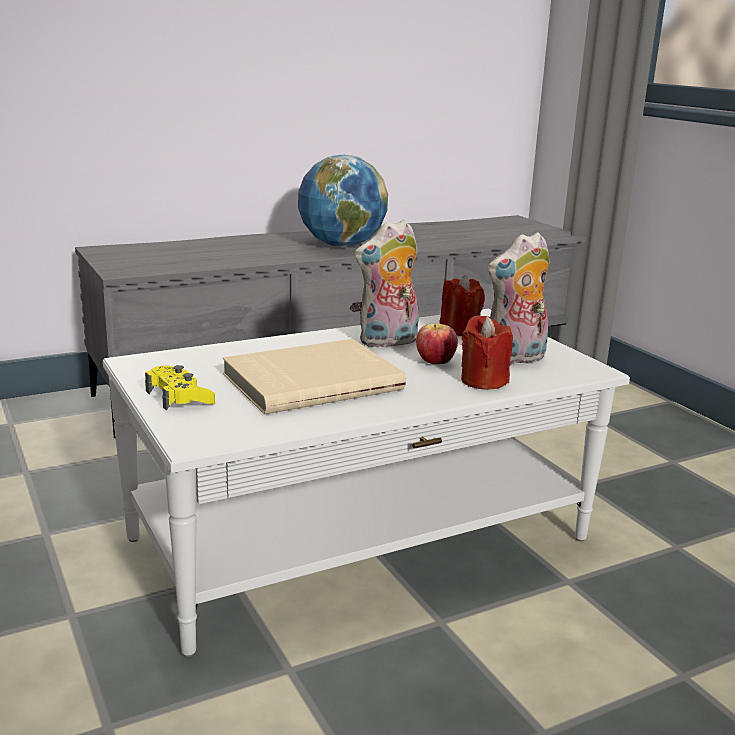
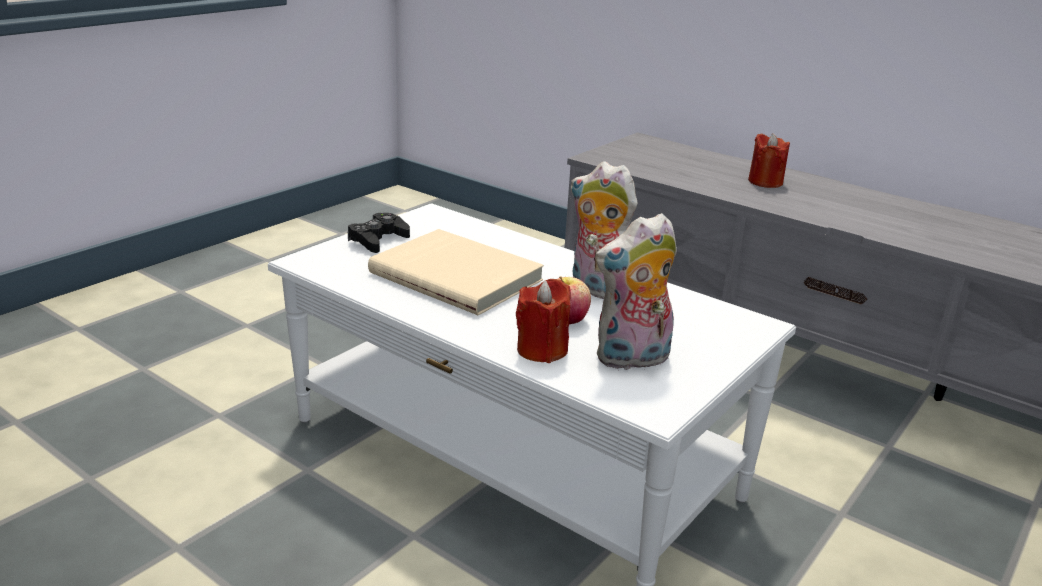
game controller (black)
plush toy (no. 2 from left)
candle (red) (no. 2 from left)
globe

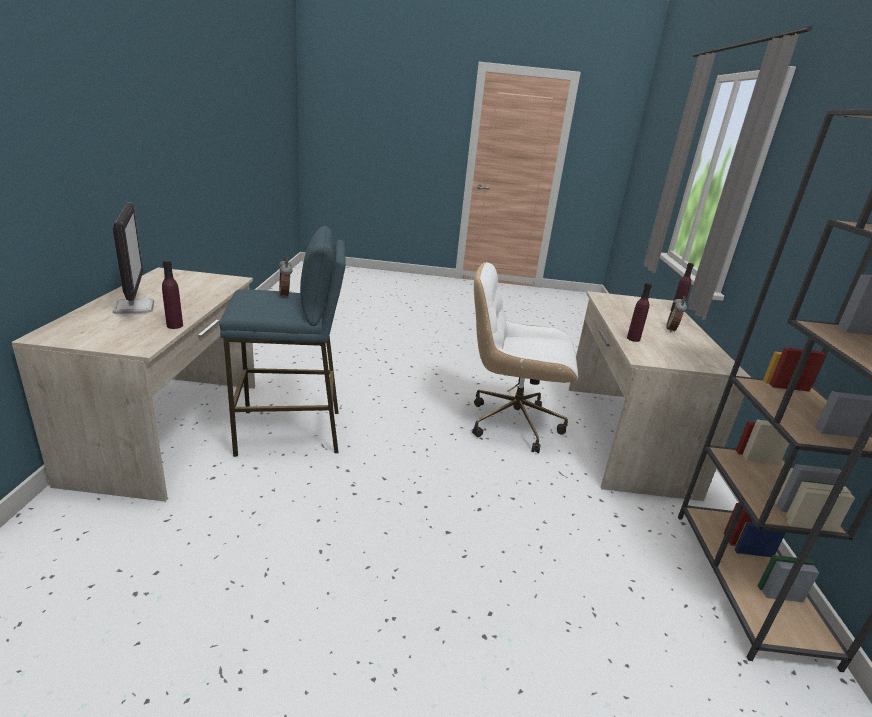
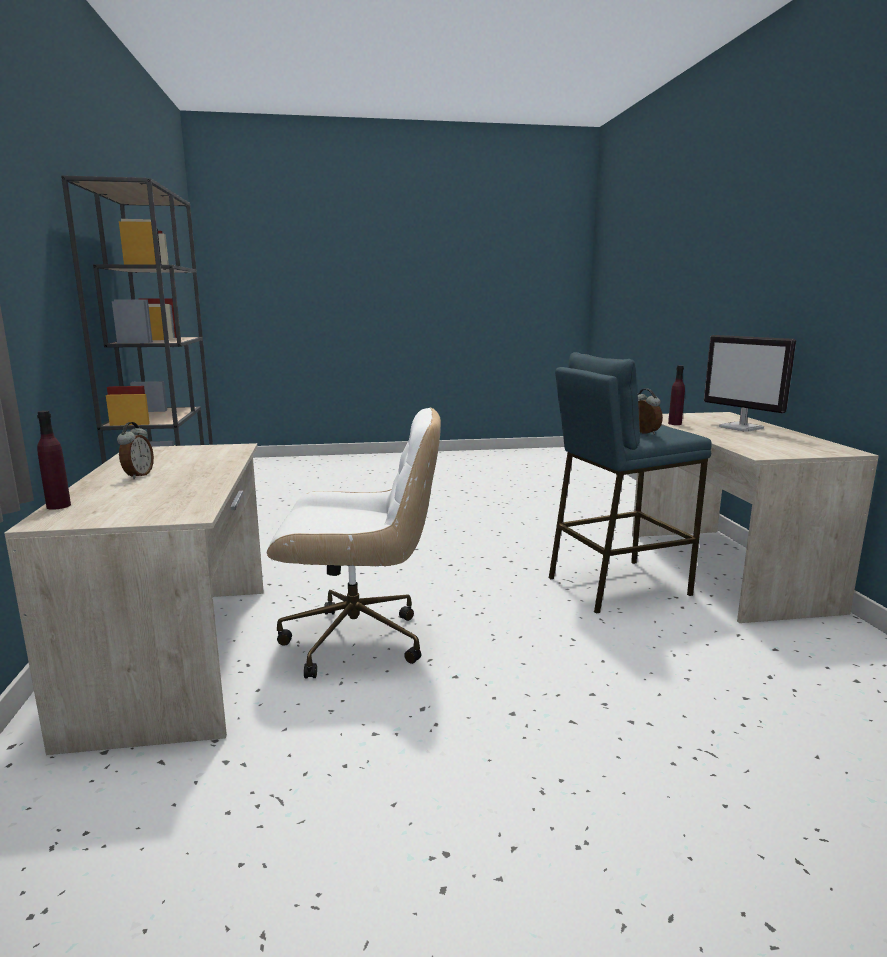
bottle (purple) (no. 2 from left in the first image)

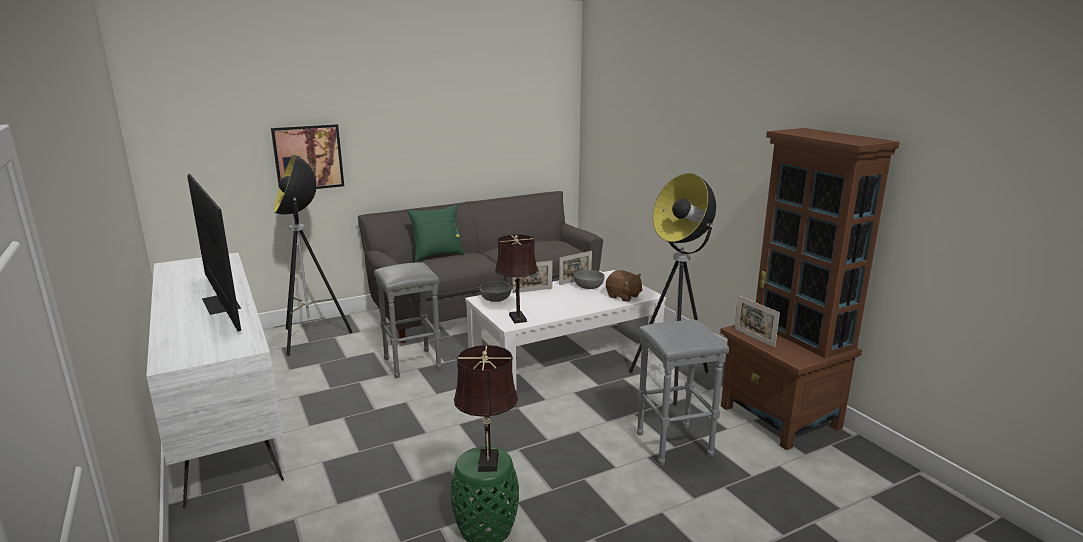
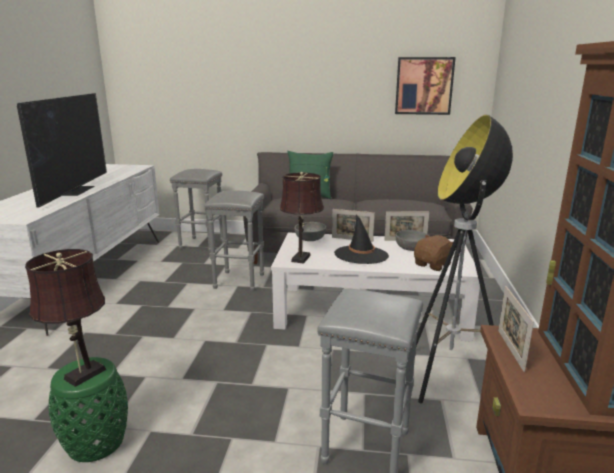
stool (grey) (no. 1 from left)
hat (black)
picture
plush toy (brown)

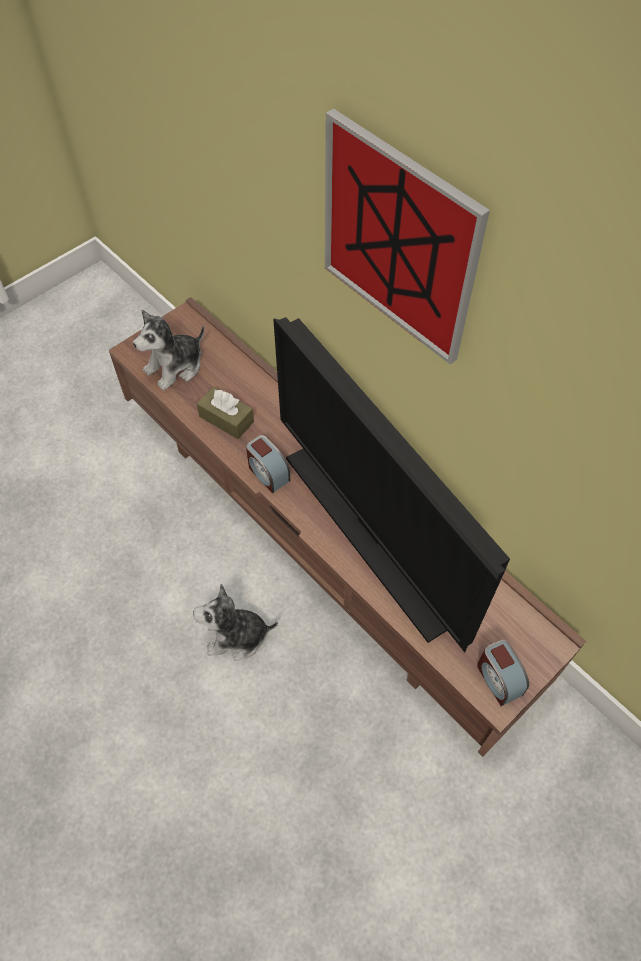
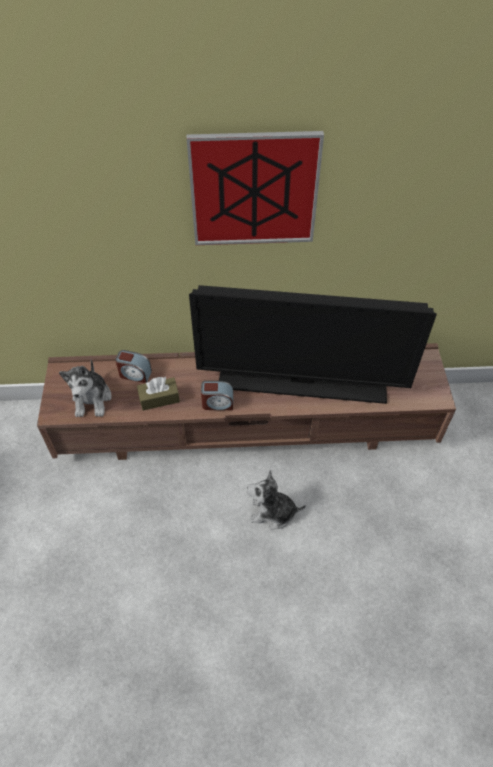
alarm clock (no. 1 from left)
plush toy (no. 2 from left)

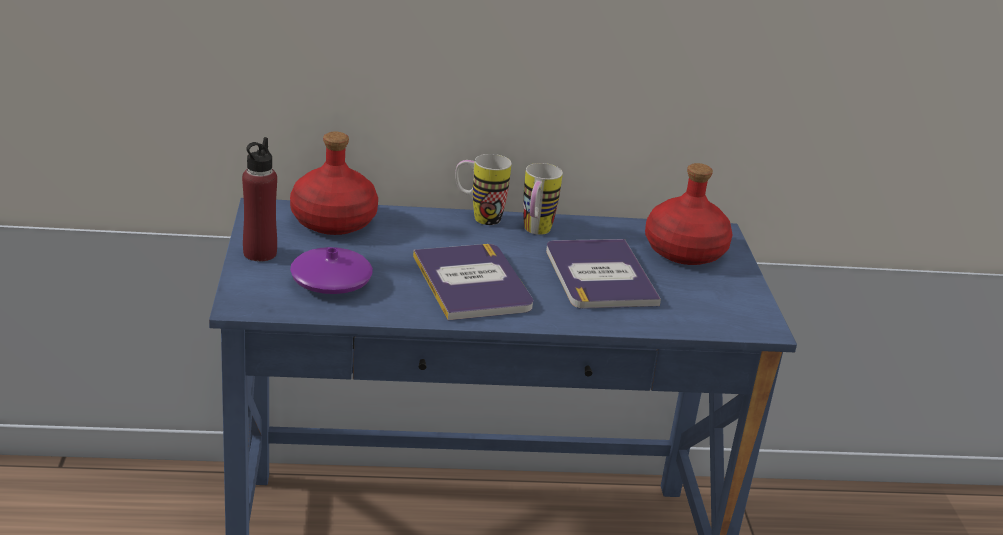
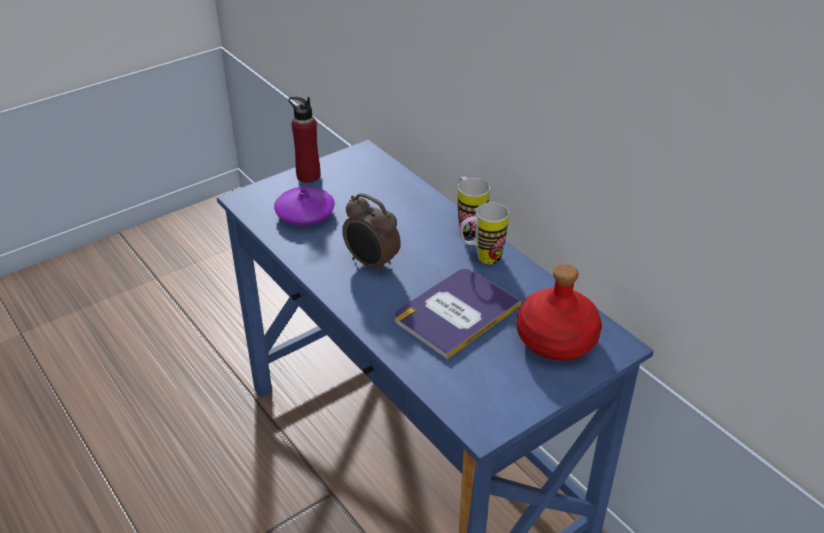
alarm clock
bottle (red) (no. 2 from left in the first image)

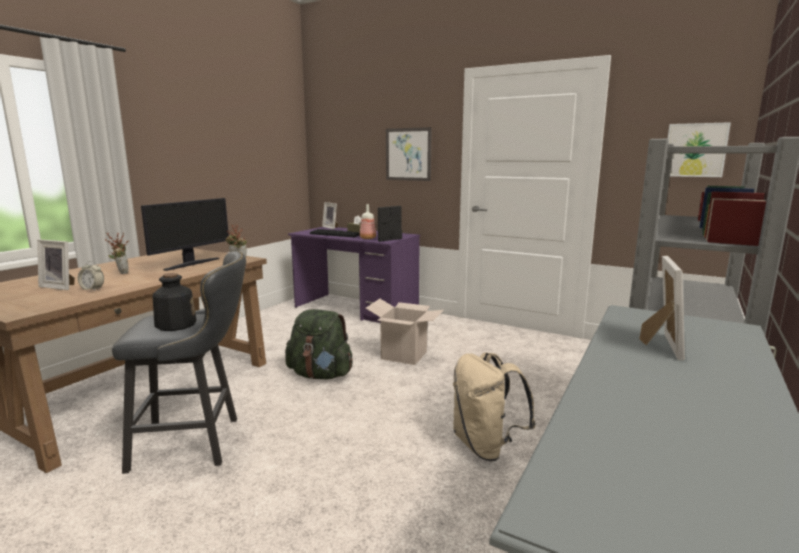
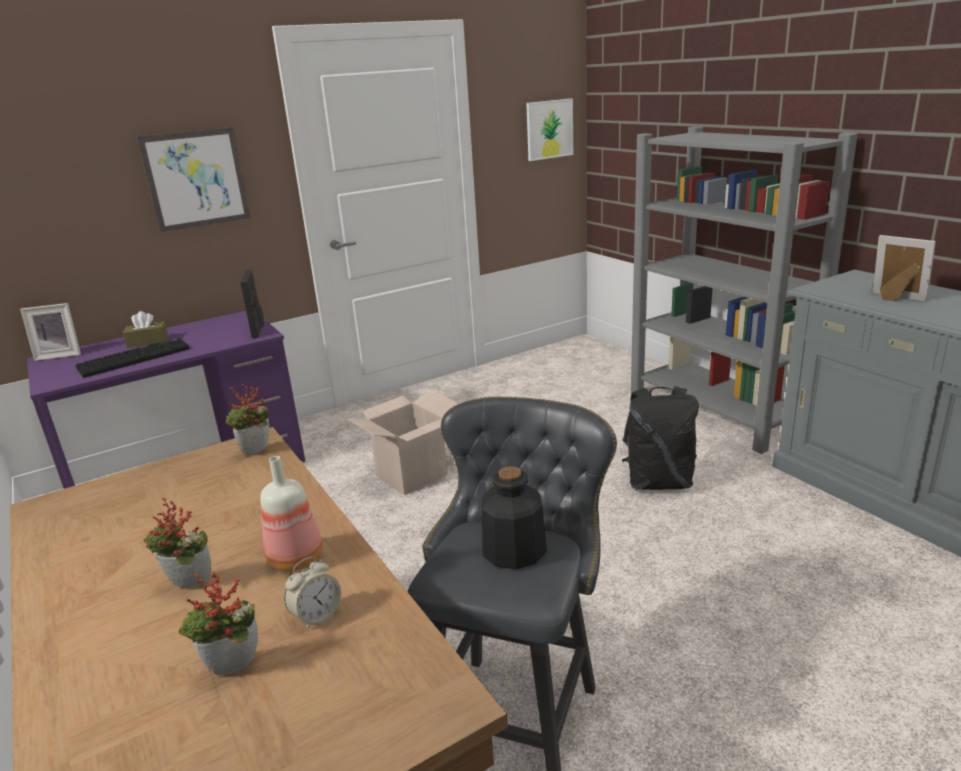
potted plant (no. 2 from left)
bottle (no. 1 from left)
backpack (black)
monitor
backpack (green)

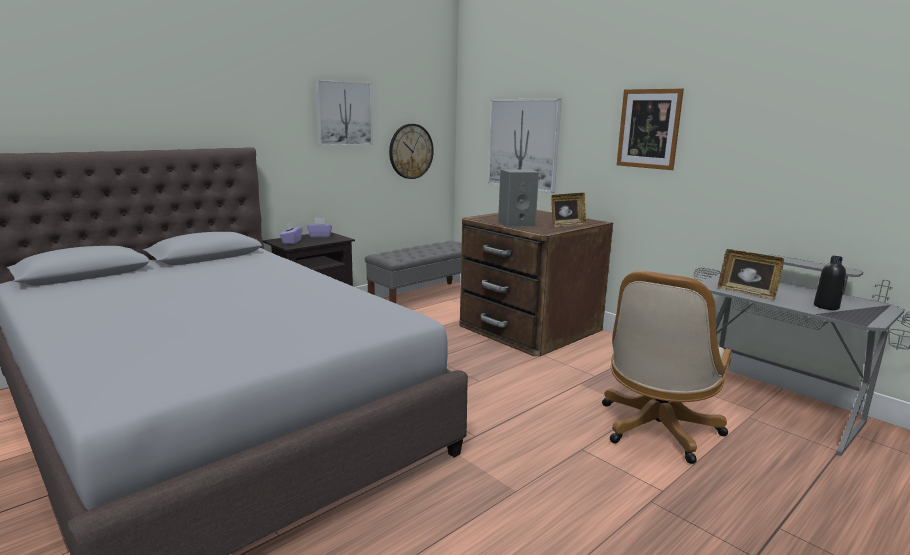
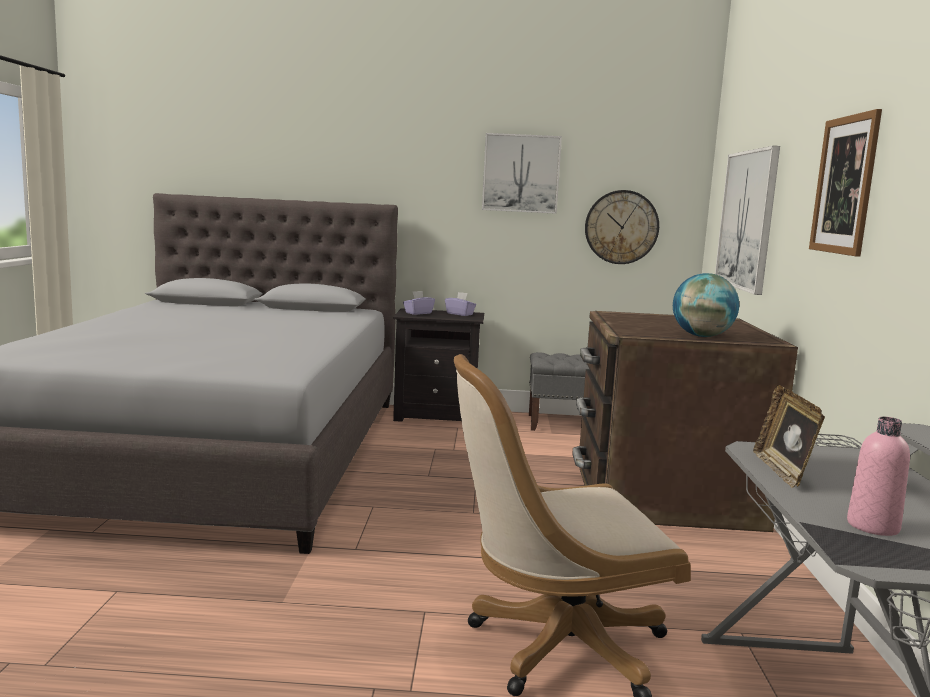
globe
bottle (pink)
speaker (grey)

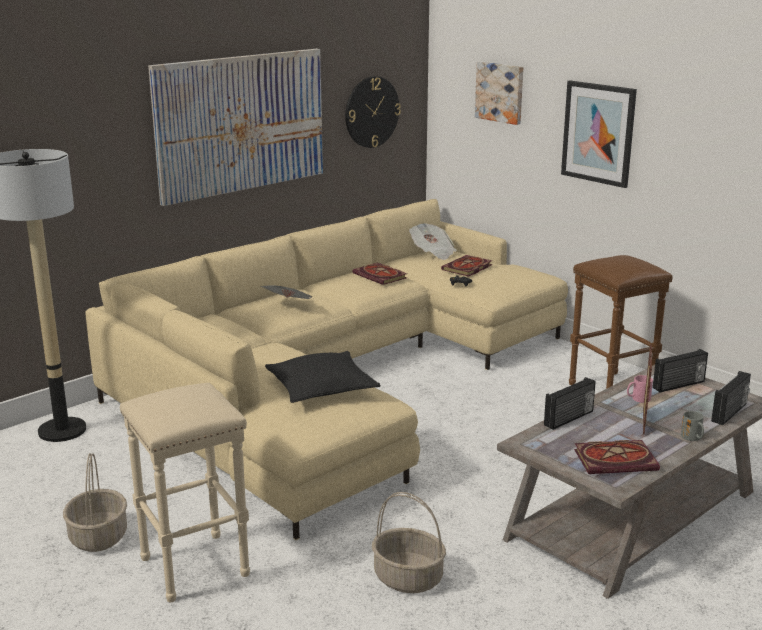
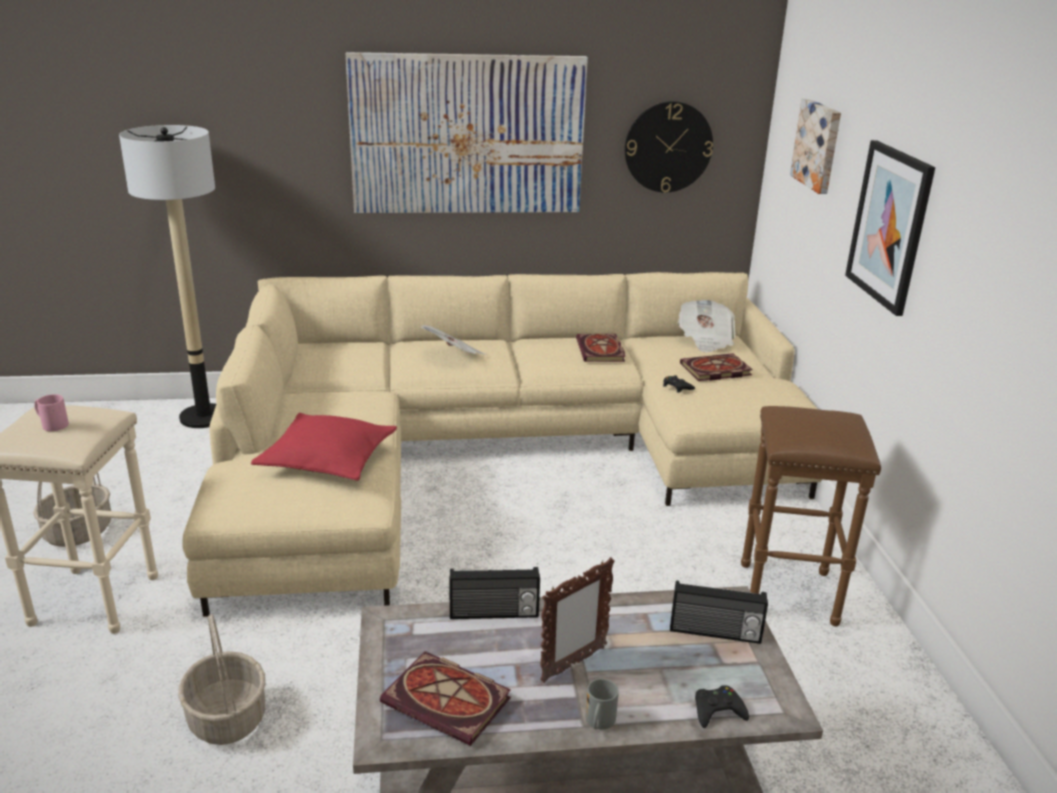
mug (pink)
pillow (red)
game controller (black) (no. 2 from left)

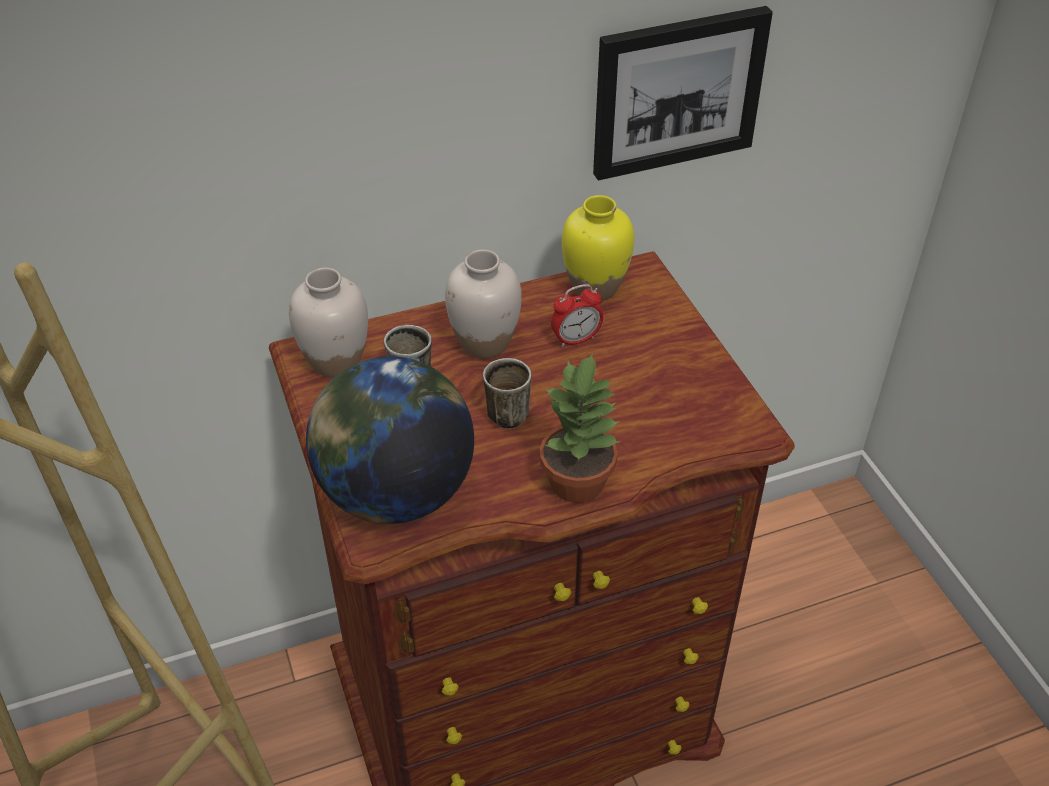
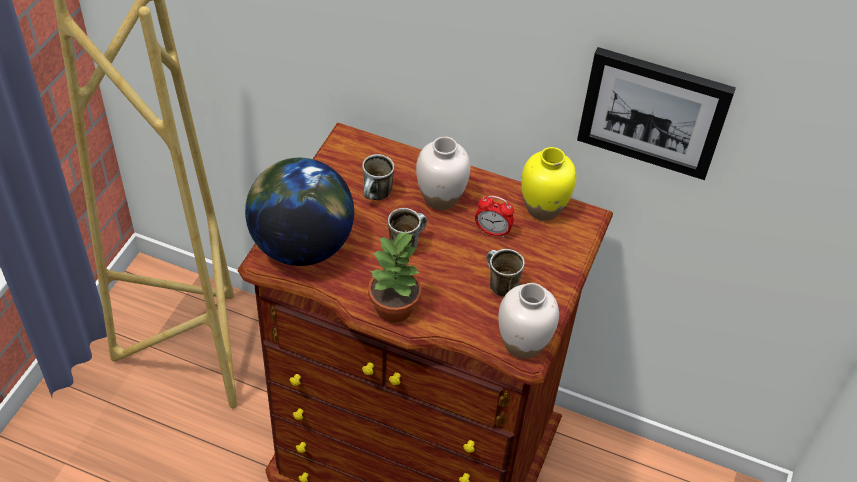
mug (no. 3 from left)
vase (white) (no. 2 from left)

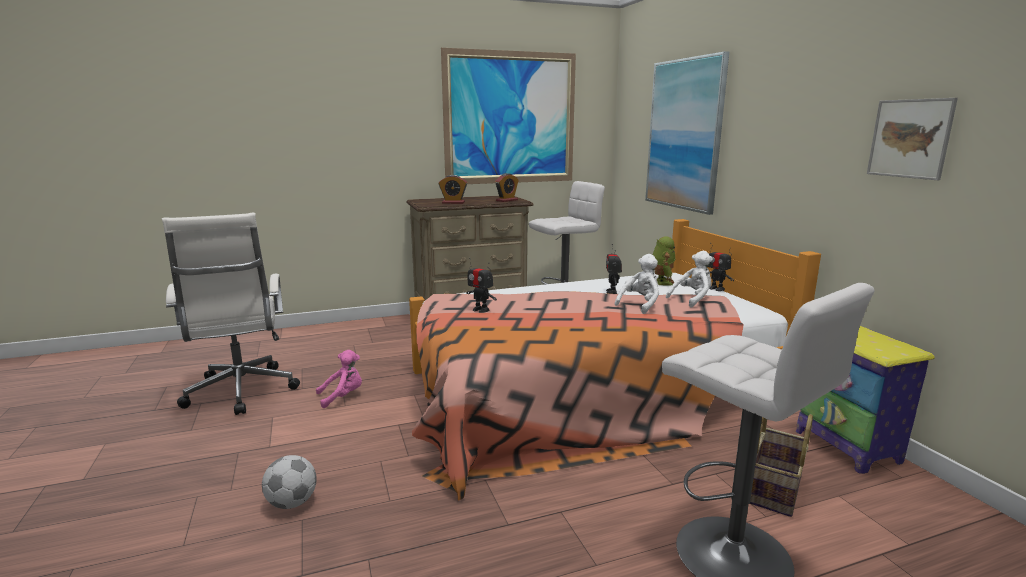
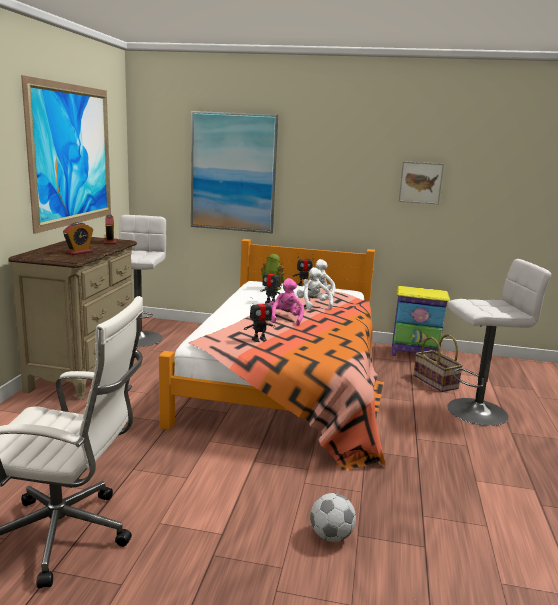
plush toy (pink)

